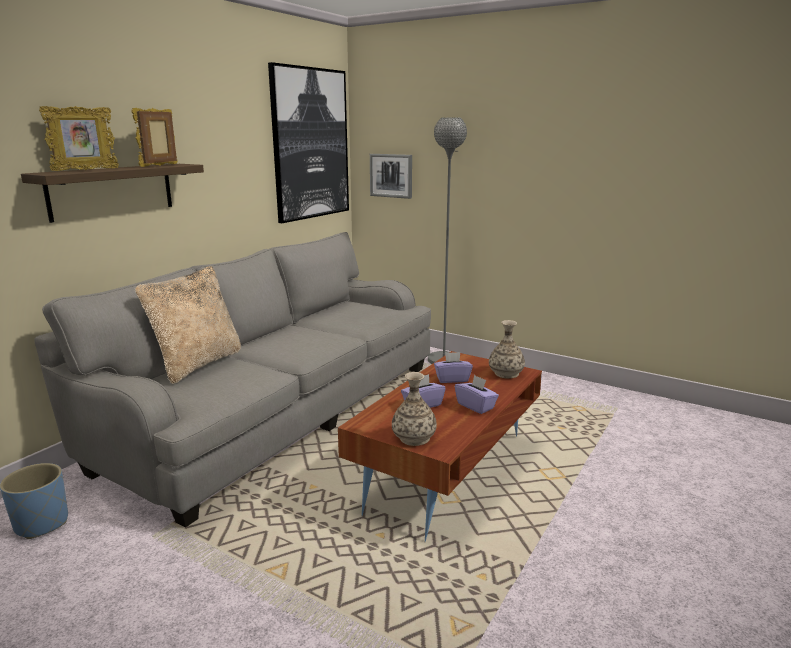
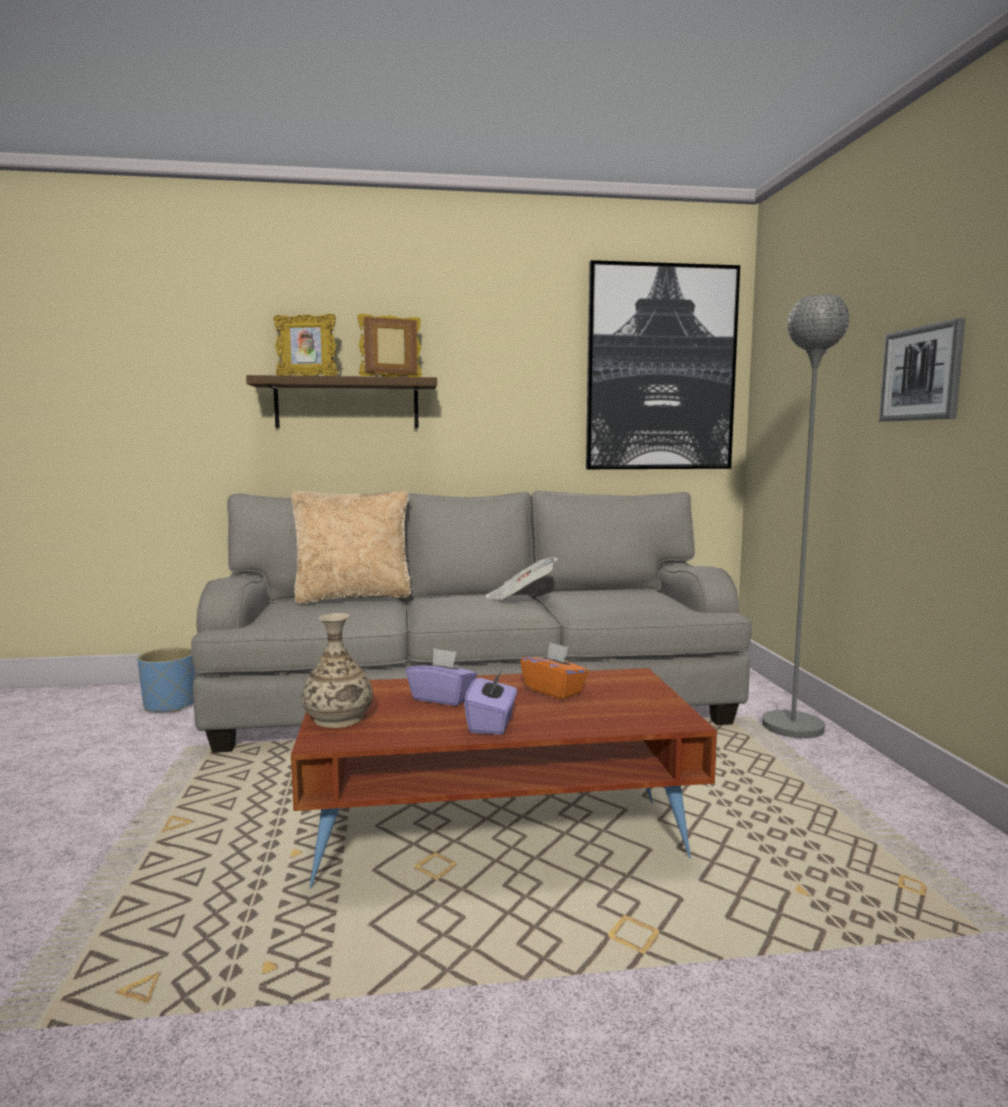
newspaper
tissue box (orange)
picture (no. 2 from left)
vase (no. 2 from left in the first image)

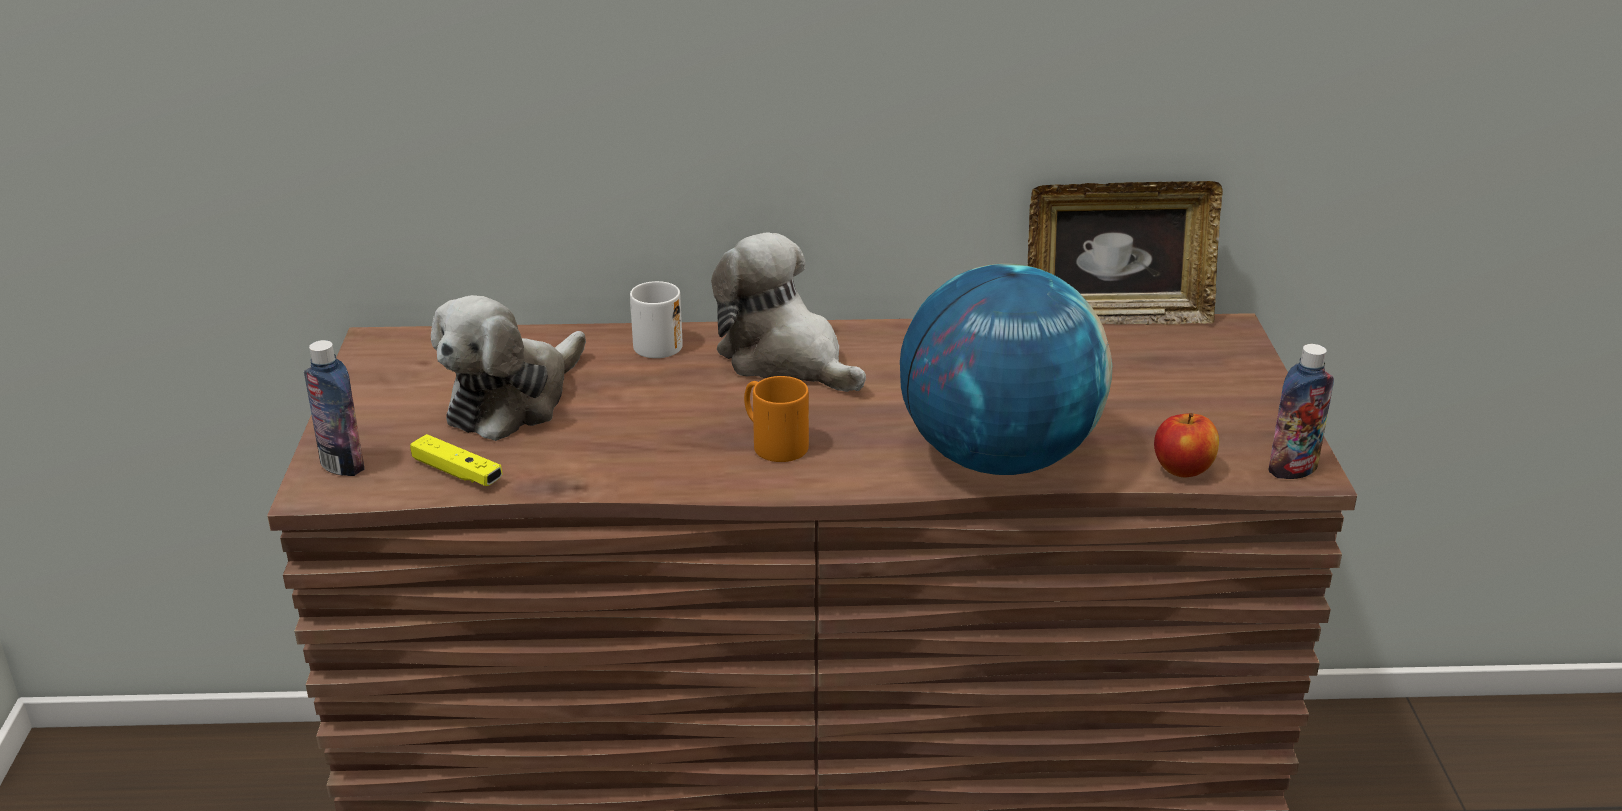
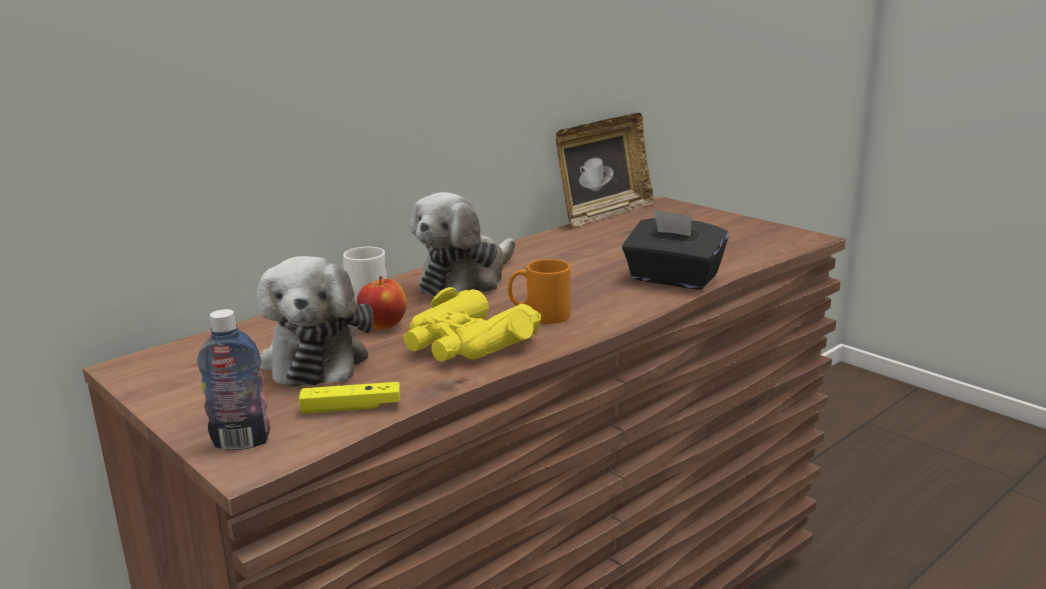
apple
binoculars (yellow)
plush toy (no. 2 from left)
tissue box (black)
bottle (no. 2 from left in the first image)

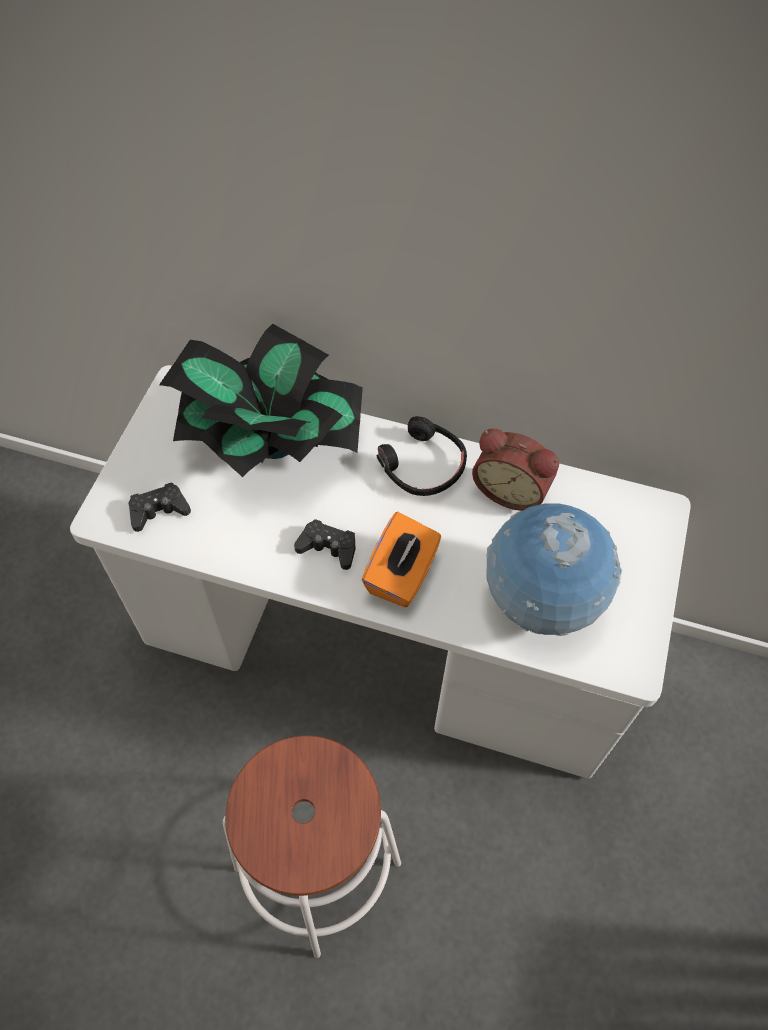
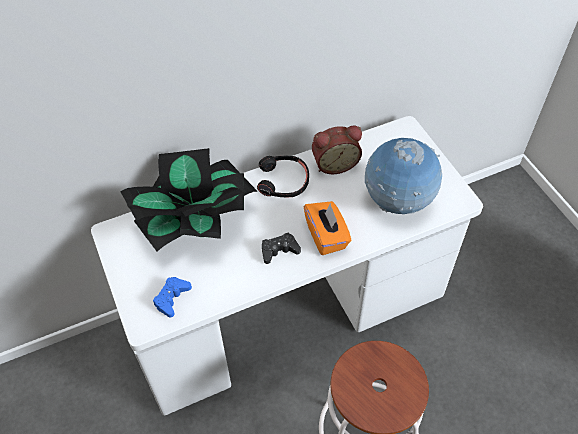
game controller (blue)

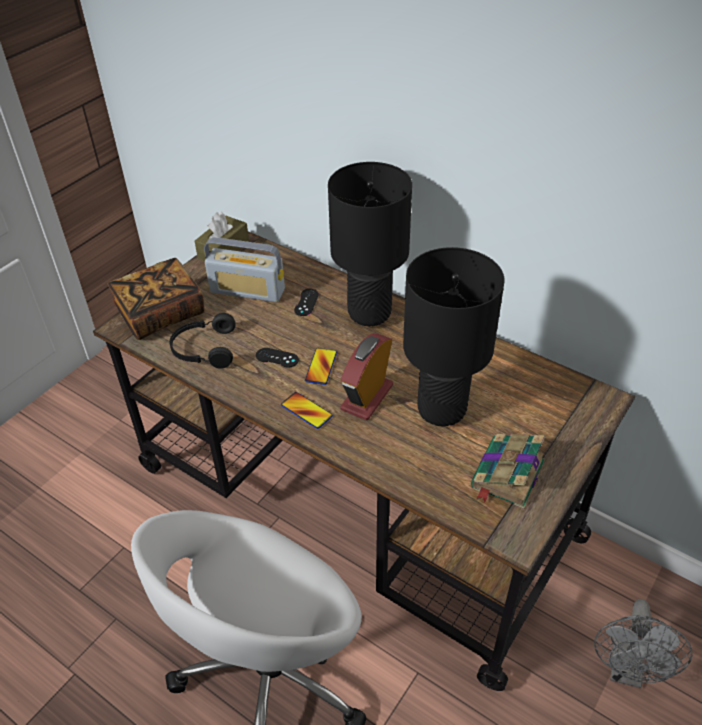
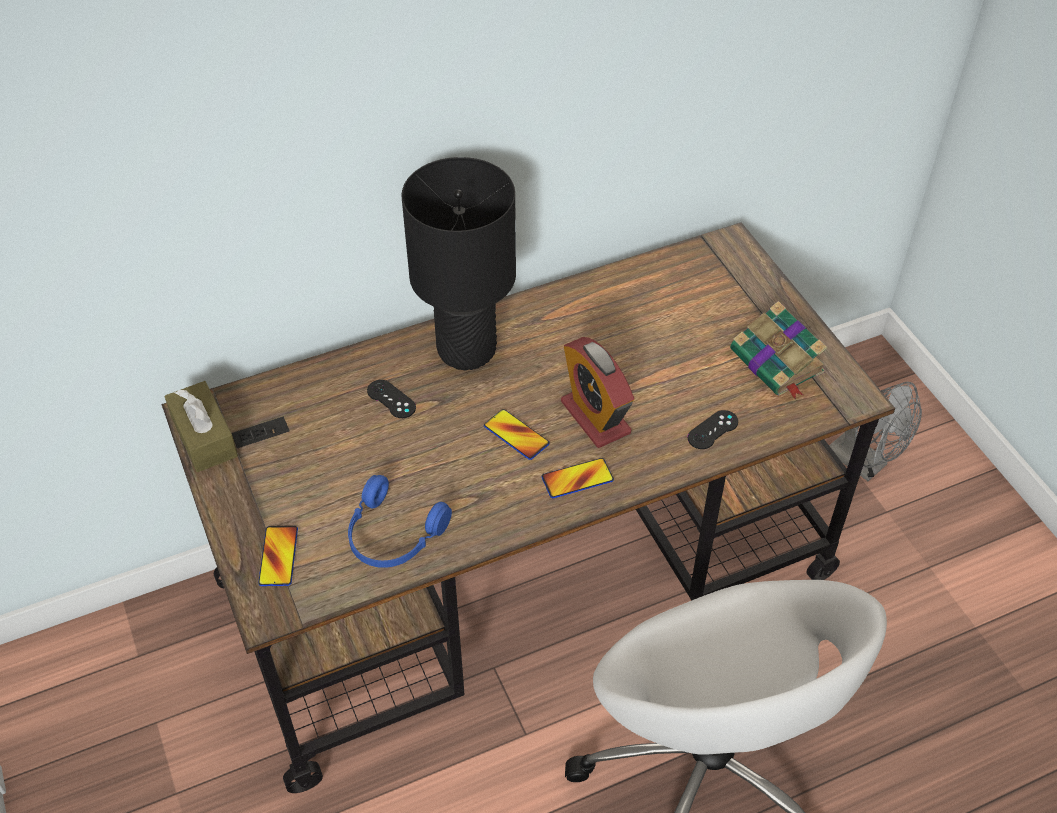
phone (no. 1 from left)
headphones (blue)
game controller (black) (no. 2 from left)
radio
table lamp (black) (no. 2 from left in the first image)

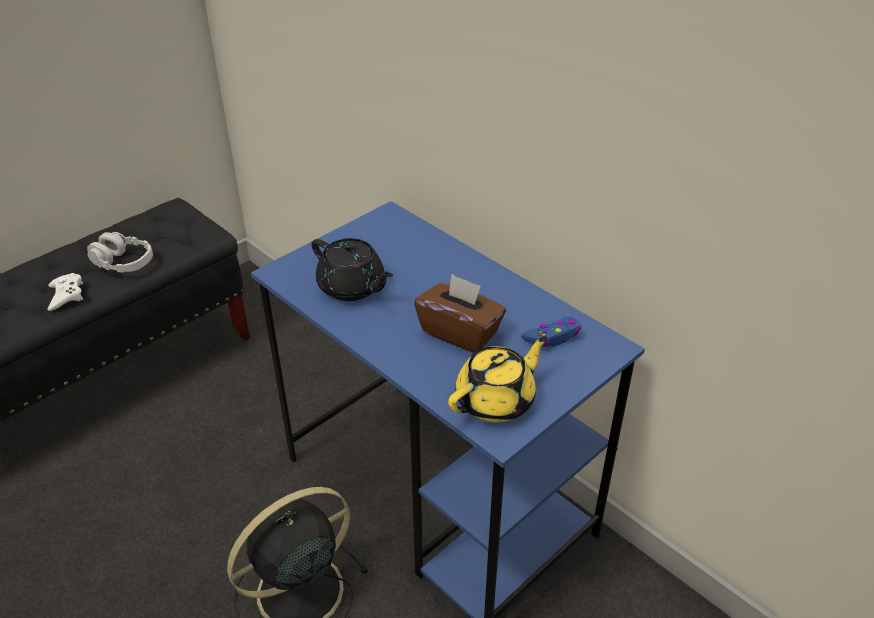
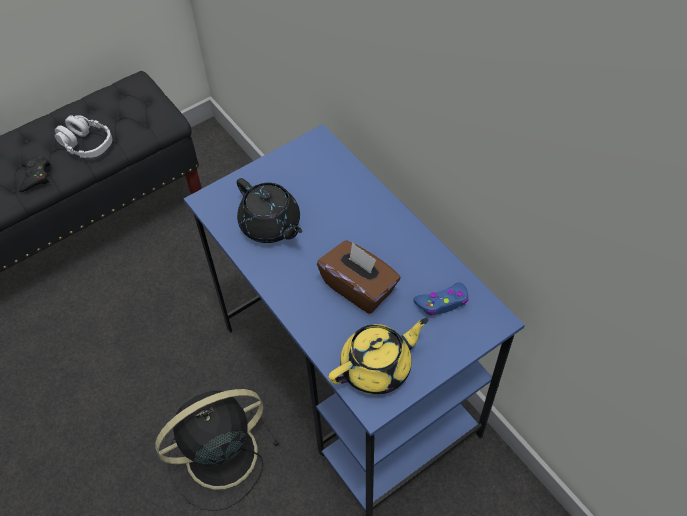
game controller (black)

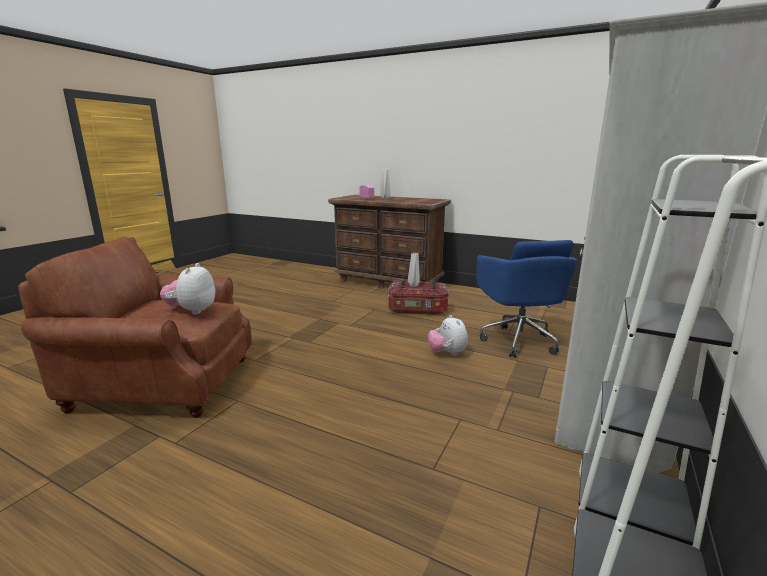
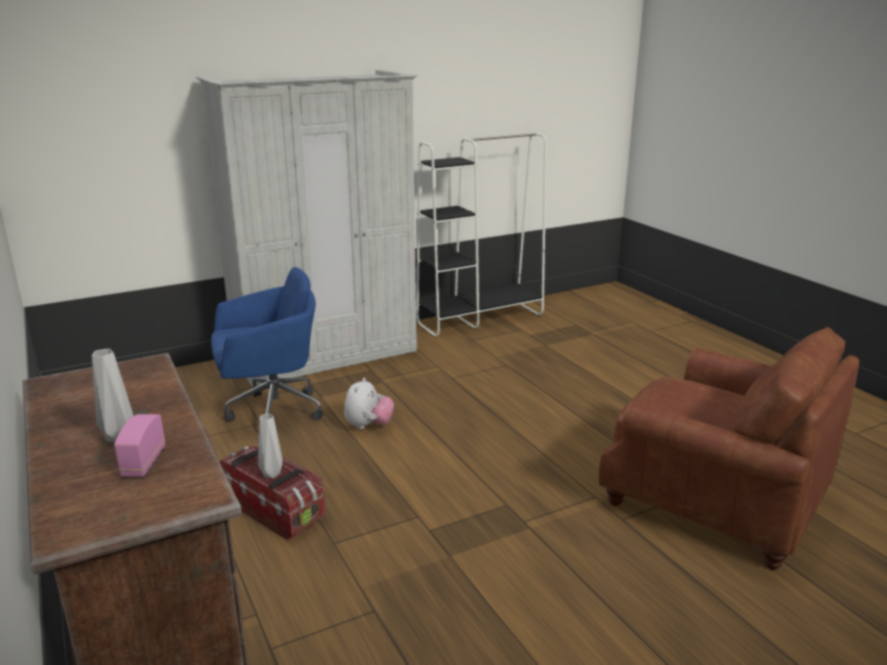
office chair (blue)
plush toy (no. 1 from left in the first image)

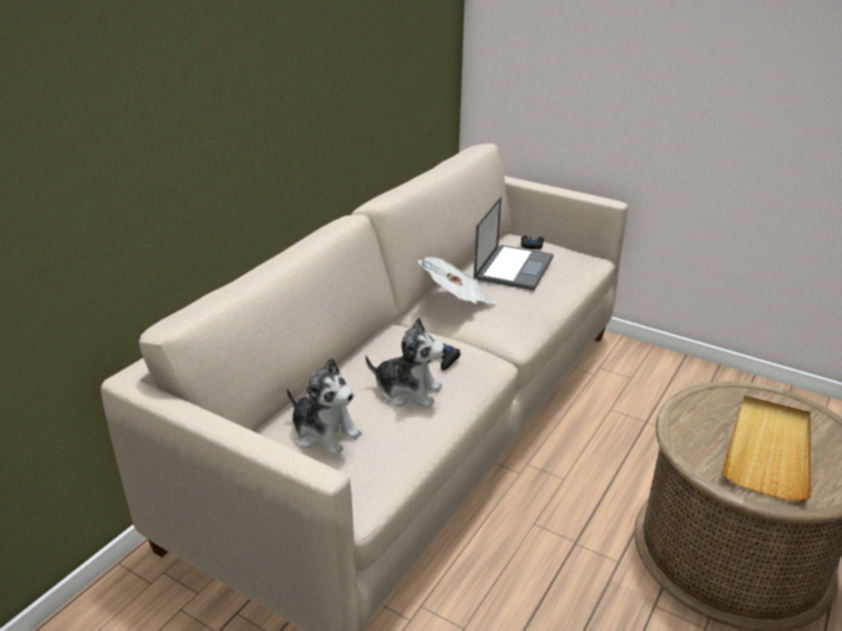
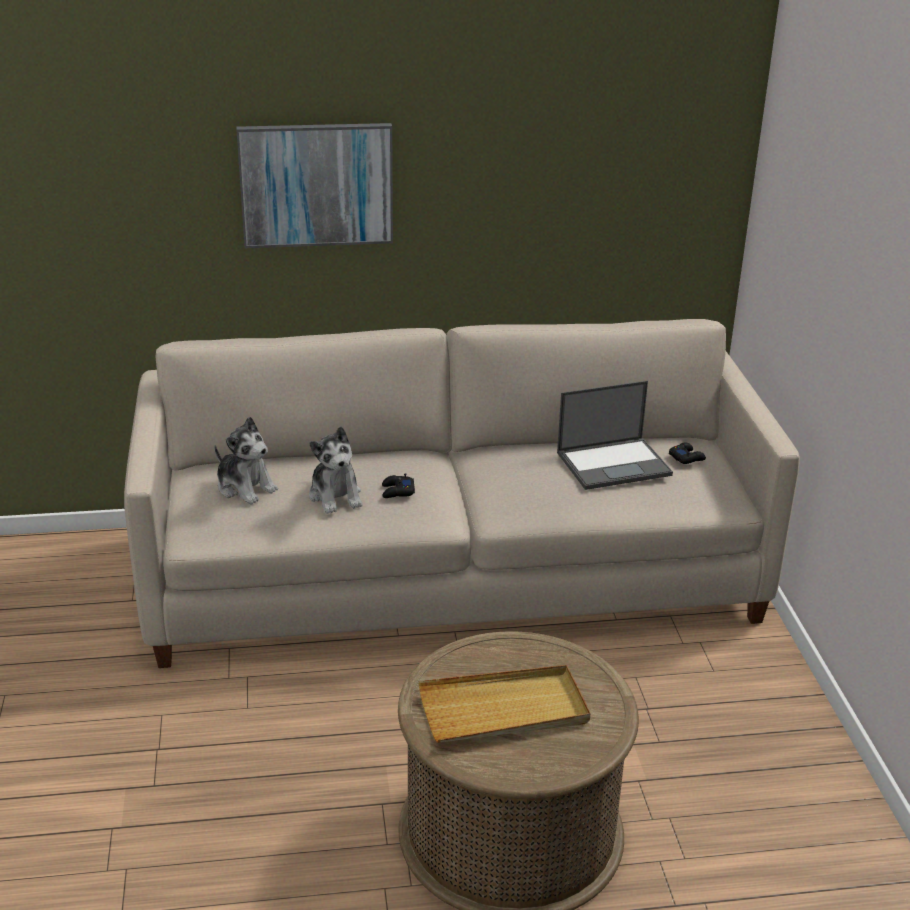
plush toy (no. 1 from left)
picture
newspaper

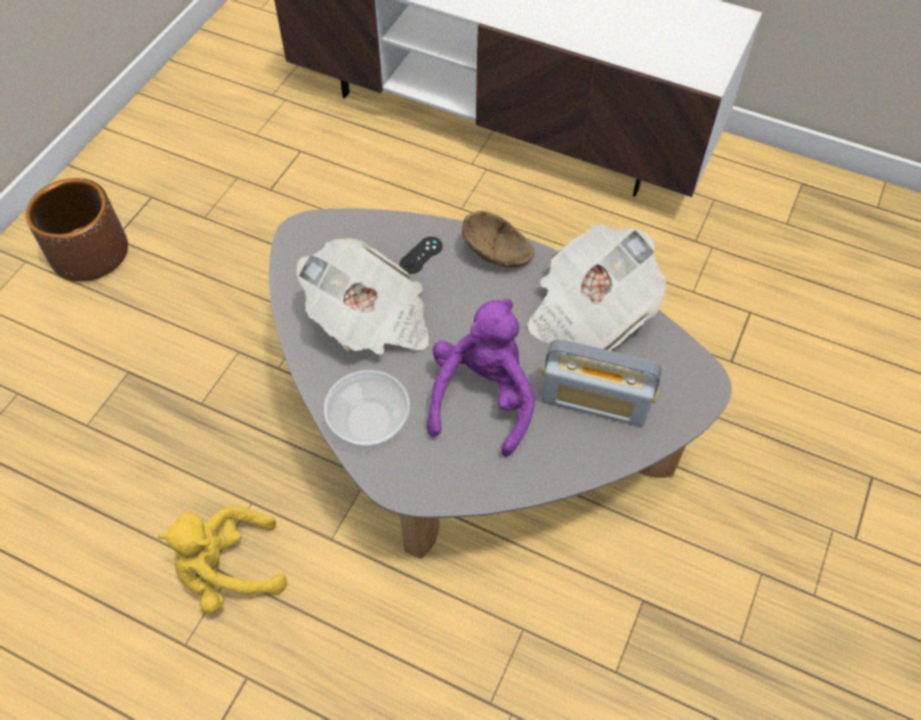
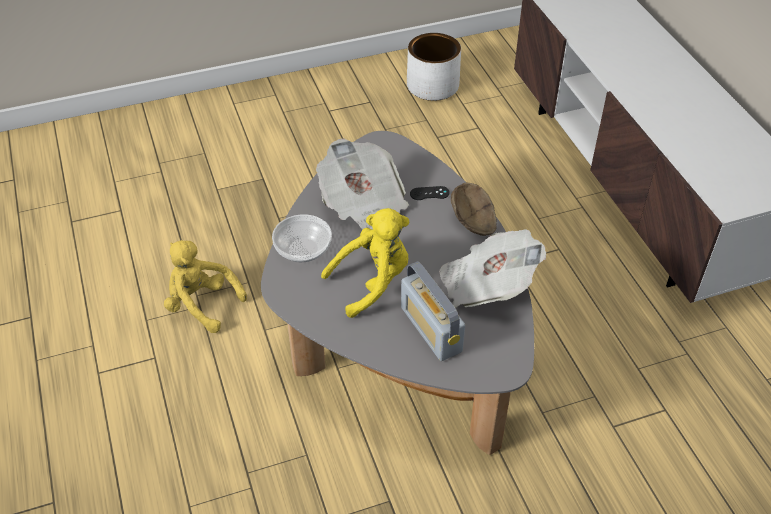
plush toy (yellow) (no. 2 from left)
planter (white)
planter (brown)

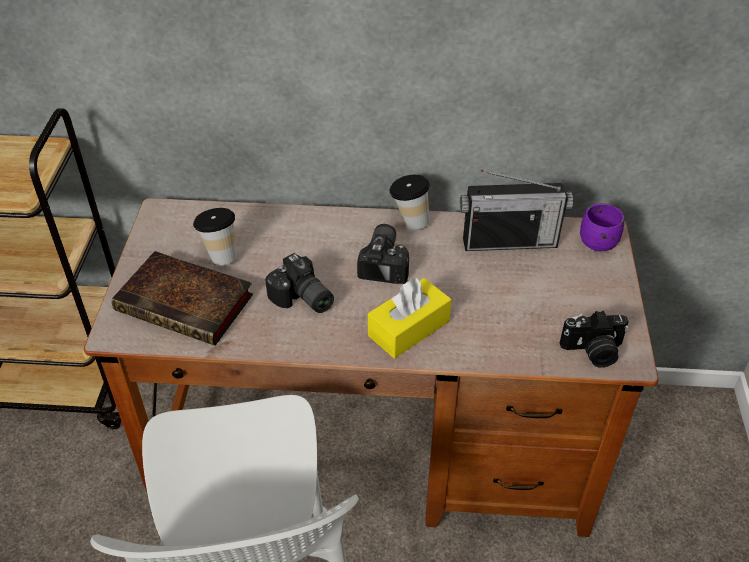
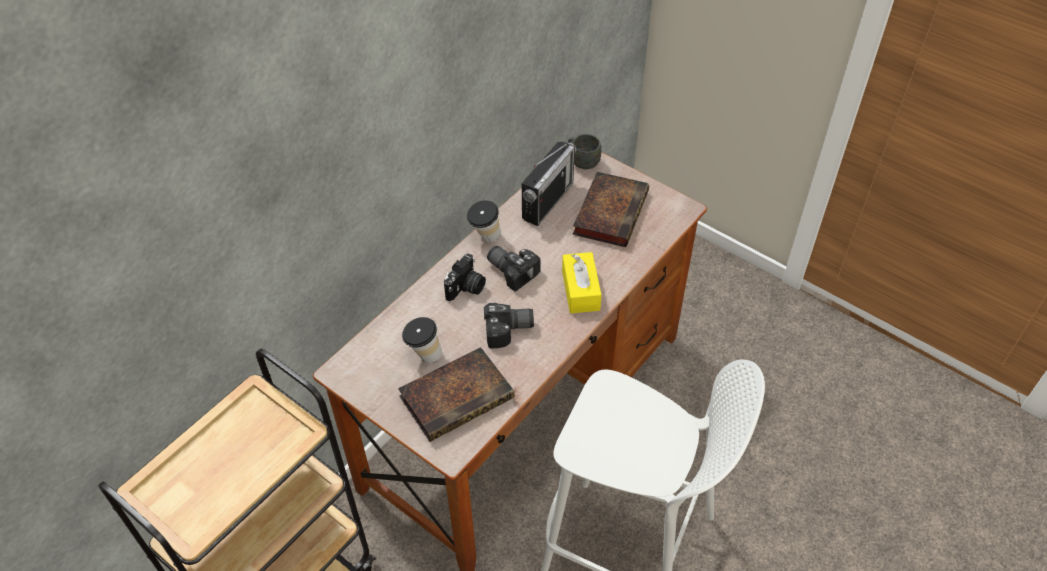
photo camera (no. 1 from left)
mug (grey)
book (no. 2 from left)

